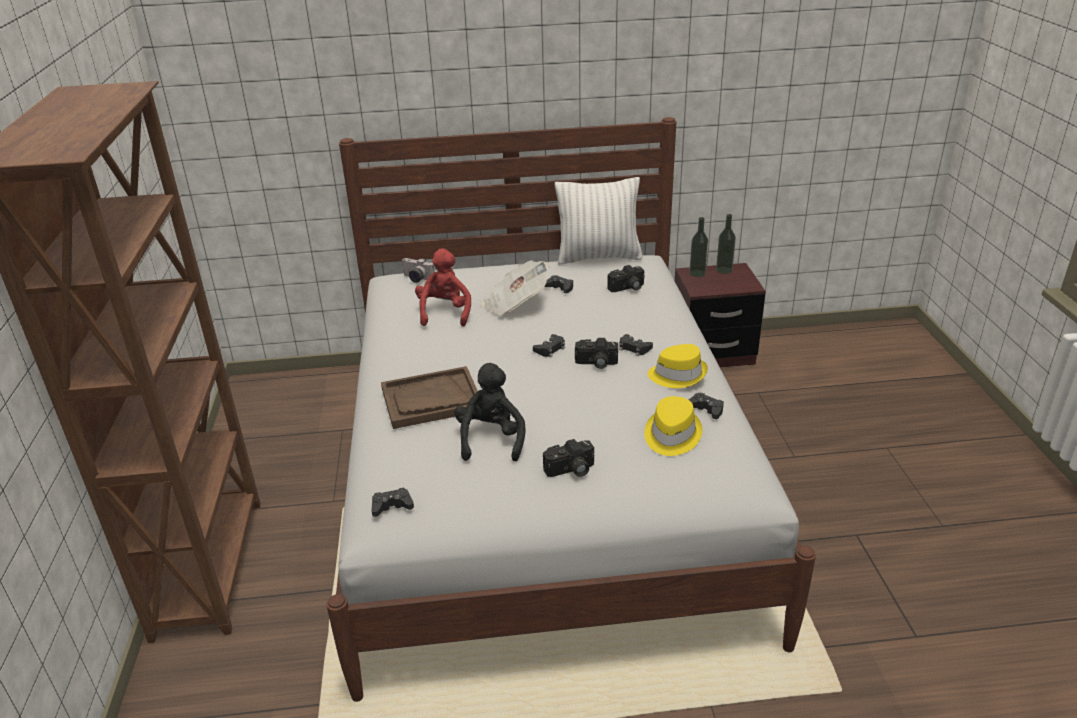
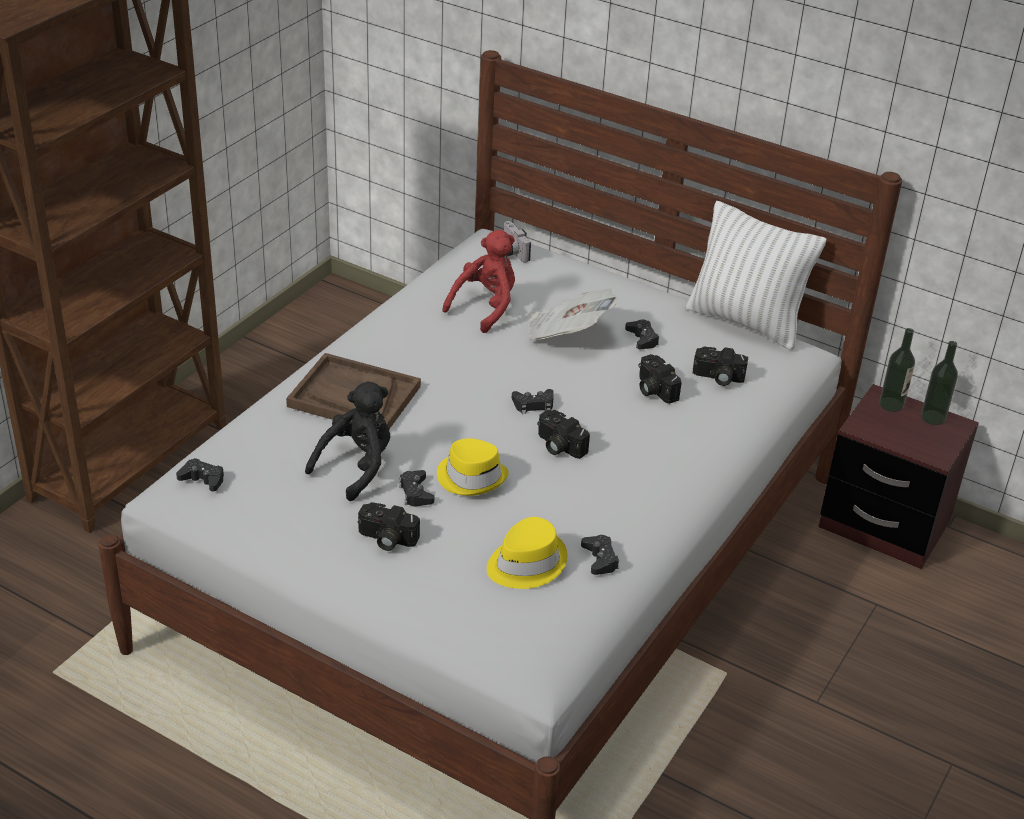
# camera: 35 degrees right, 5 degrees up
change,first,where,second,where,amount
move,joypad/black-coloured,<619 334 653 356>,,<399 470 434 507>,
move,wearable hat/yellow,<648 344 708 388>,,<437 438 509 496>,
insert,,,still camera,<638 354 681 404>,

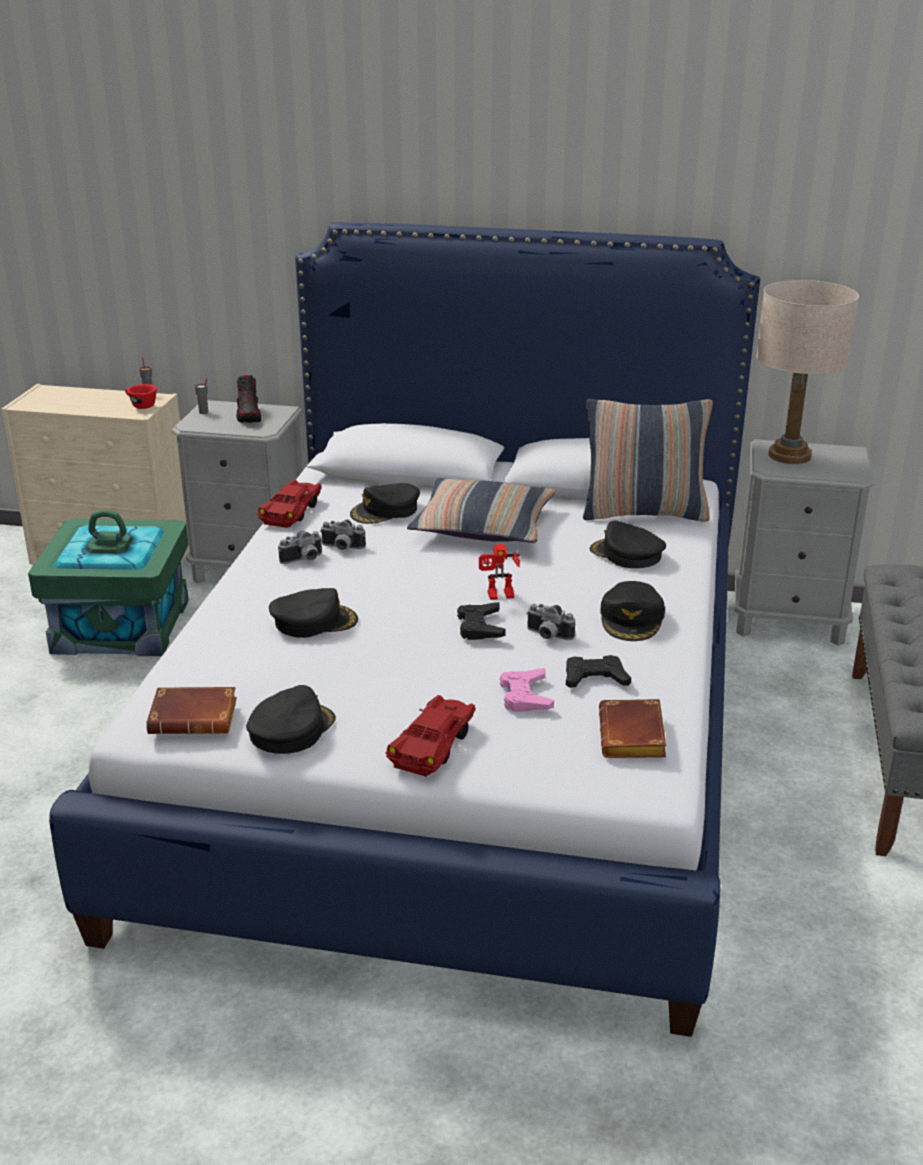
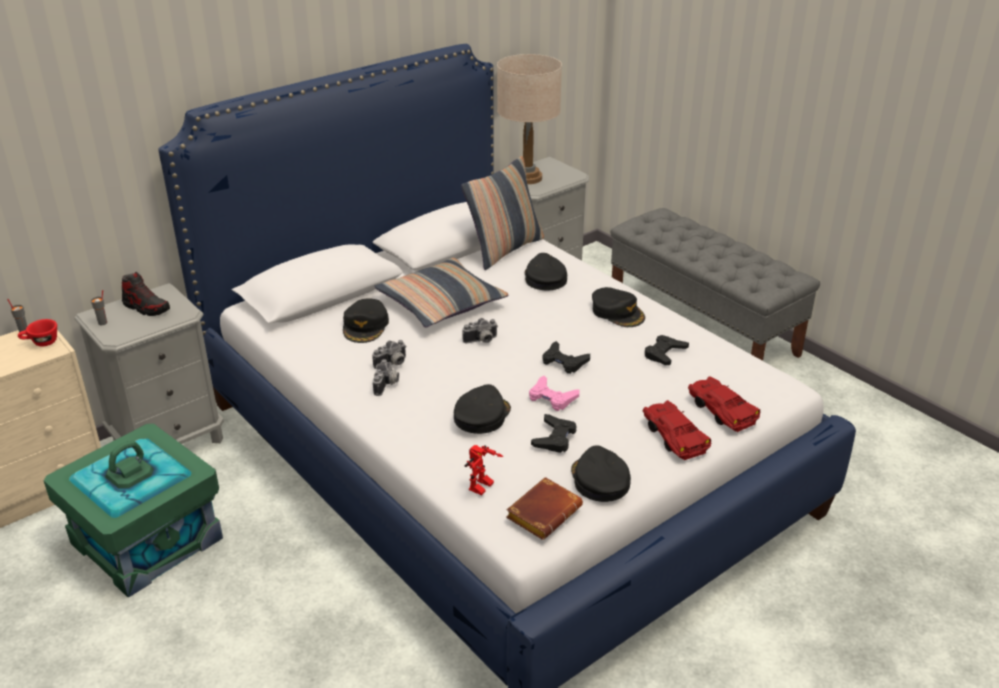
# camera: 50 degrees left, 5 degrees up
change,first,where,second,where,amount
move,model car/red,<257 480 322 528>,,<688 376 760 432>,
rotate,baseball cap/black-coloured,<590 521 666 568>,,<525 253 567 291>,90 degrees clockwise
move,robot figure,<479 544 520 600>,,<465 445 503 495>,
move,still camera,<526 604 575 640>,,<462 318 498 343>,
move,joypad/pinkish,<500 668 554 712>,,<529 376 579 411>,
delete,bound book/brown,<599 699 666 758>,,,
insert,,,joypad/black-coloured,<531 414 577 453>,

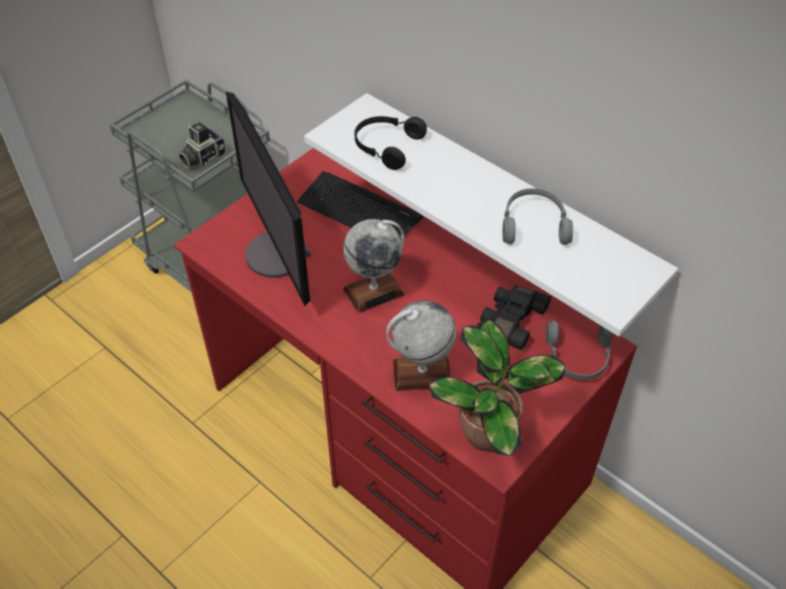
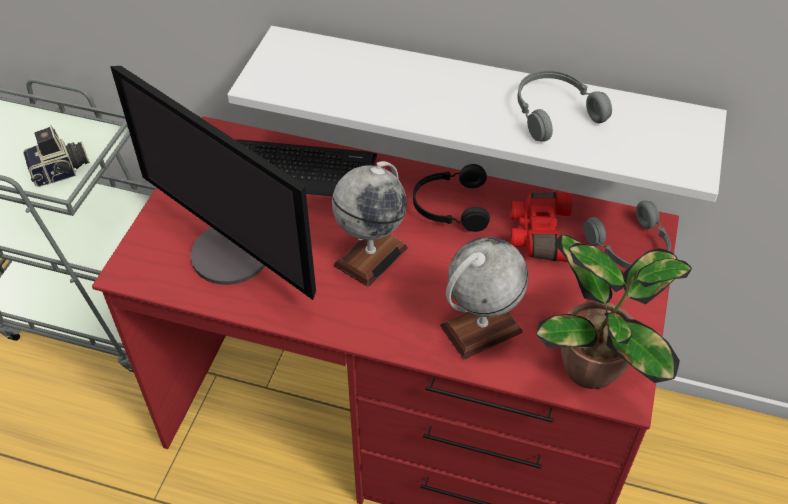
# camera: 25 degrees left, 0 degrees up
change,first,where,second,where,amount
move,headset/black-coloured,<355 116 427 170>,,<413 164 490 232>,
rotate,still camera,<178 122 226 168>,,<23 125 90 187>,135 degrees counterclockwise
recolor,field glasses/black-coloured,<480 285 551 350>,field glasses/red,<511 192 572 262>,

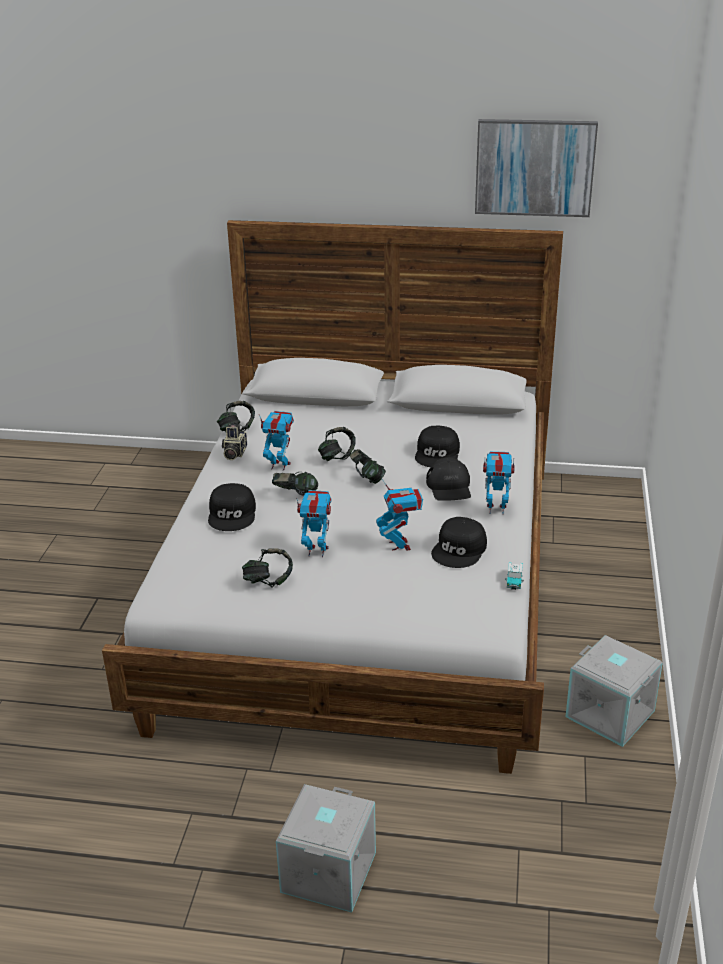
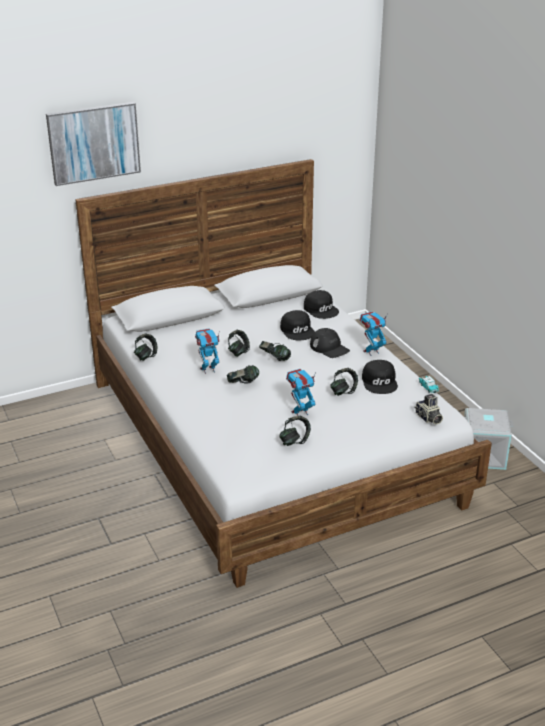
# camera: 35 degrees left, 0 degrees up
change,first,where,second,where,amount
move,wall art,<475 119 598 217>,,<46 102 141 186>,
move,still camera,<222 424 247 460>,,<415 394 443 425>,
replace,robot figure,<376 478 423 550>,headset,<330 368 358 396>,
move,baseball cap/black-coloured,<208 483 256 531>,,<304 290 339 319>,
delete,storage box/gray,<276 784 376 913>,,,

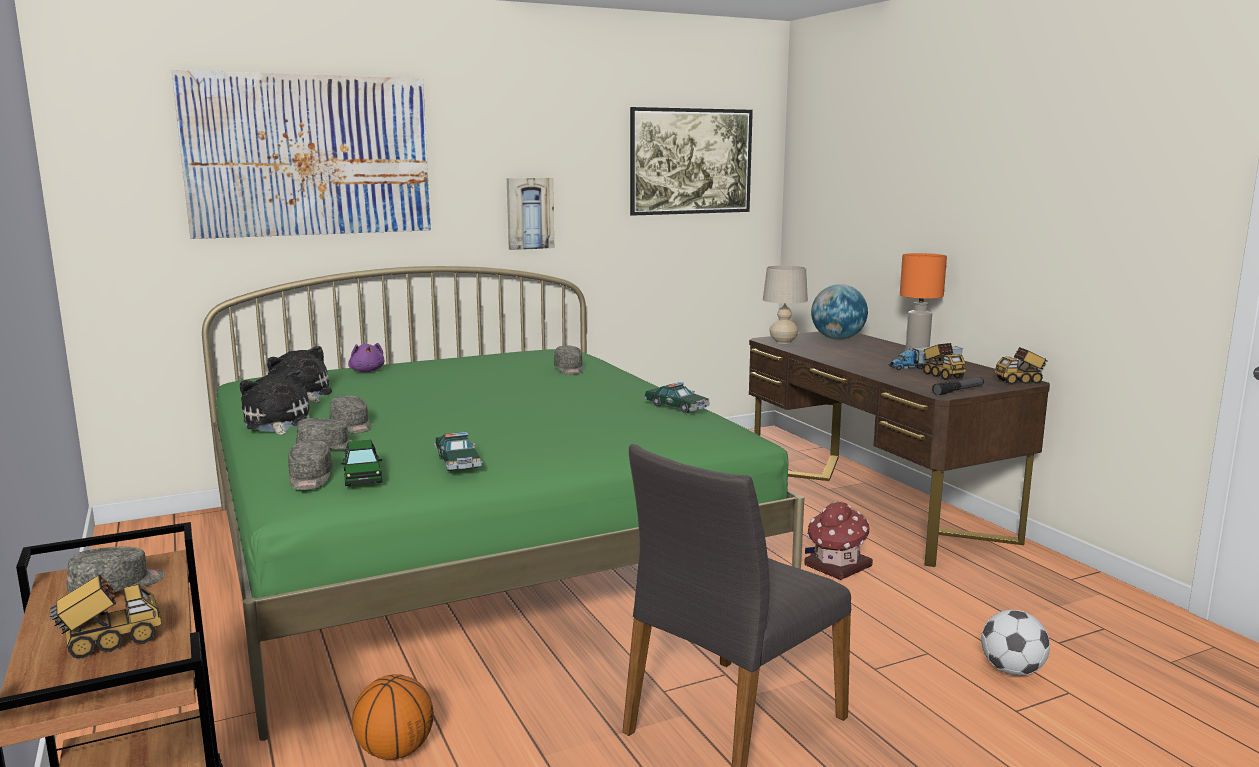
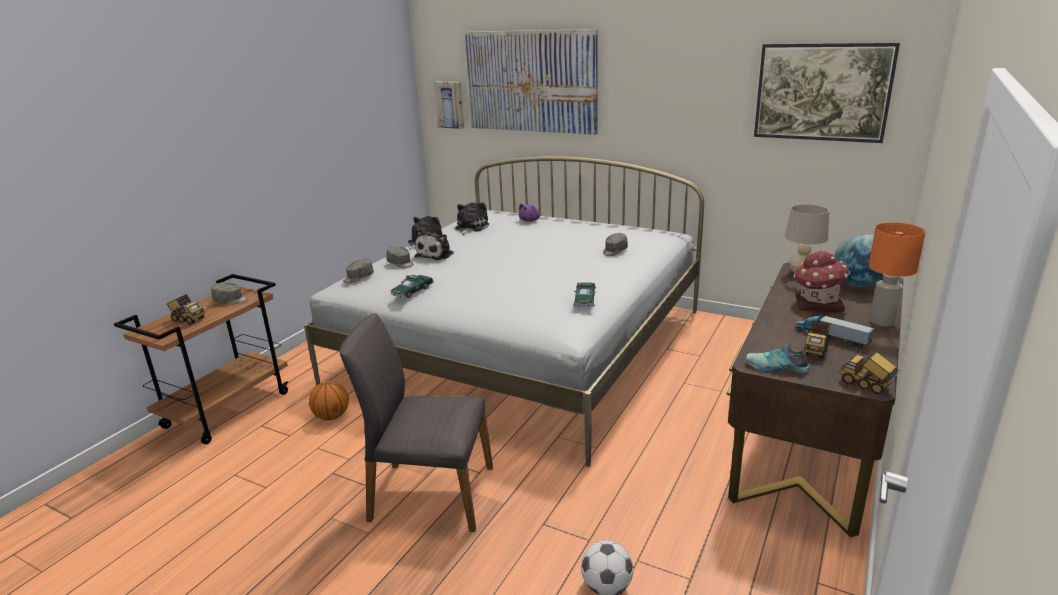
# camera: 55 degrees right, 10 degrees up
change,first,where,second,where,amount
move,wall art,<507 178 554 250>,,<434 82 464 129>,
recolor,bedroom bed/green,<202 266 805 741>,bedroom bed/white,<304 157 704 467>,
replace,torch,<932 377 984 395>,shoe,<746 344 809 374>,
replace,baseball cap/gray,<329 395 371 433>,soft toy,<415 228 454 260>,
delete,model car,<341 440 382 486>,,,
move,miniature house,<804 501 873 580>,,<793 250 850 313>,

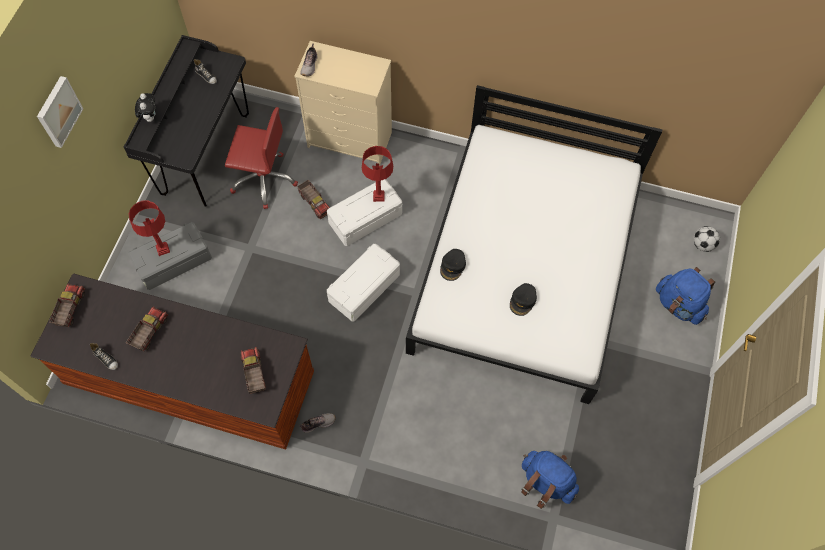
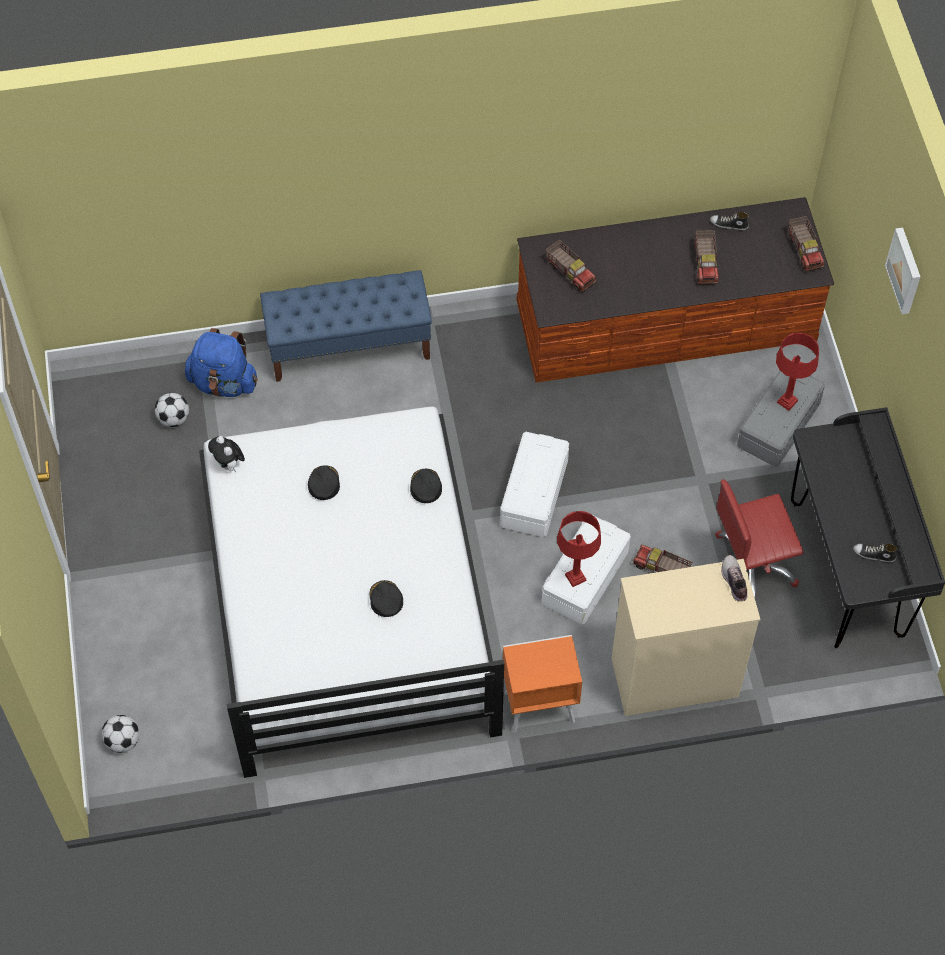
# camera: 155 degrees right, 5 degrees down
change,first,where,second,where,amount
move,soft toy,<135 93 155 122>,,<208 436 245 473>,
delete,backpack/blue,<656 267 715 325>,,,
delete,shoe,<299 413 336 433>,,,
insert,,,bench/blue,<260 270 432 382>,
insert,,,ball for football,<155 393 189 427>,
insert,,,baseball cap/black-coloured,<370 580 403 617>,
insert,,,nightstand/orange-coloured,<503 635 582 733>,

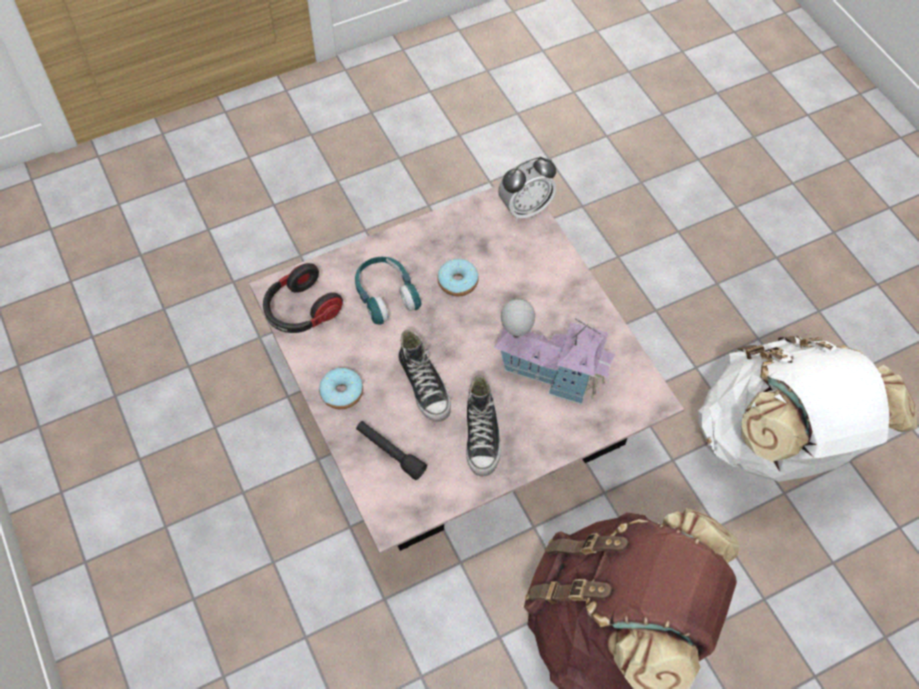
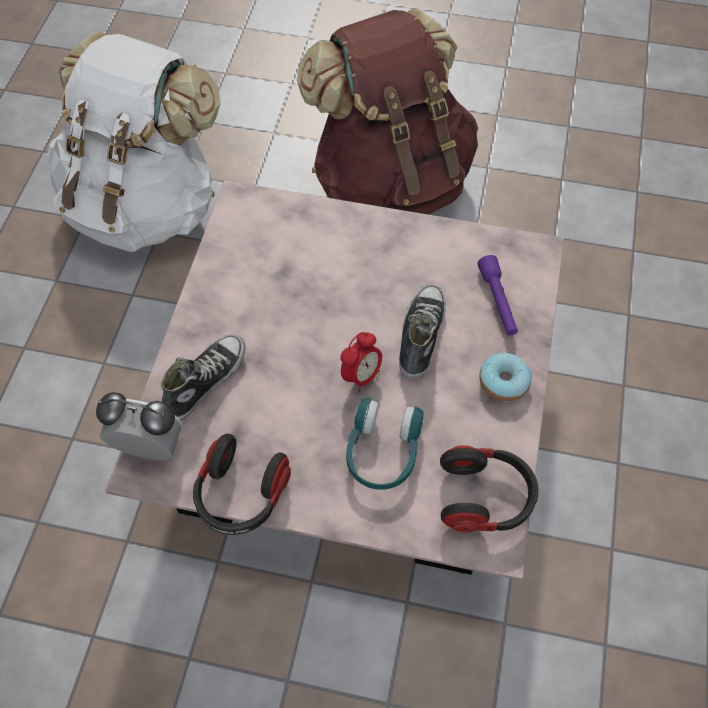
# camera: 140 degrees left, 0 degrees up
change,first,where,second,where,amount
delete,ring doughnut,<437 259 479 296>,,,
delete,miniature house,<494 299 616 405>,,,
move,shoe,<466 376 501 476>,,<161 334 246 420>,
recolor,torch/black-coloured,<356 421 427 480>,torch/purplish,<478 255 518 336>,
insert,,,table clock,<341 332 382 392>,
insert,,,headset,<193 434 291 535>,

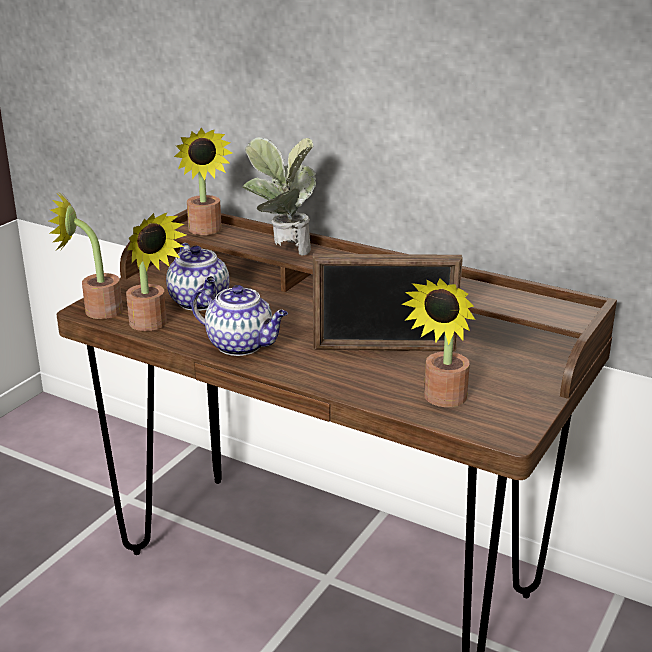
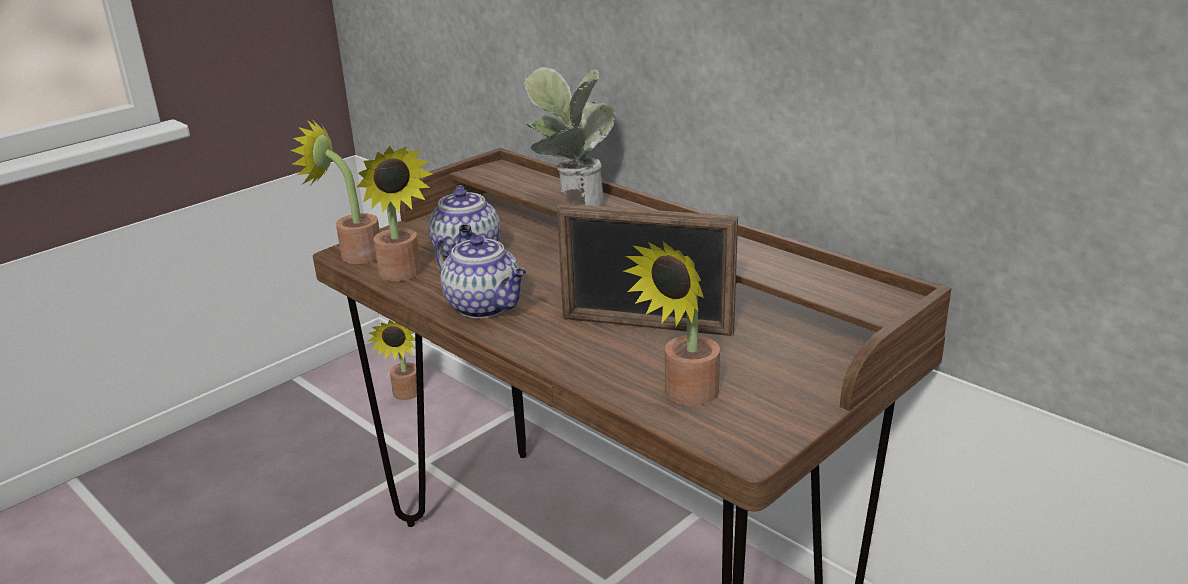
# camera: 15 degrees right, 0 degrees up
change,first,where,second,where,amount
move,plant in a pot,<174 128 232 235>,,<367 320 417 400>,

